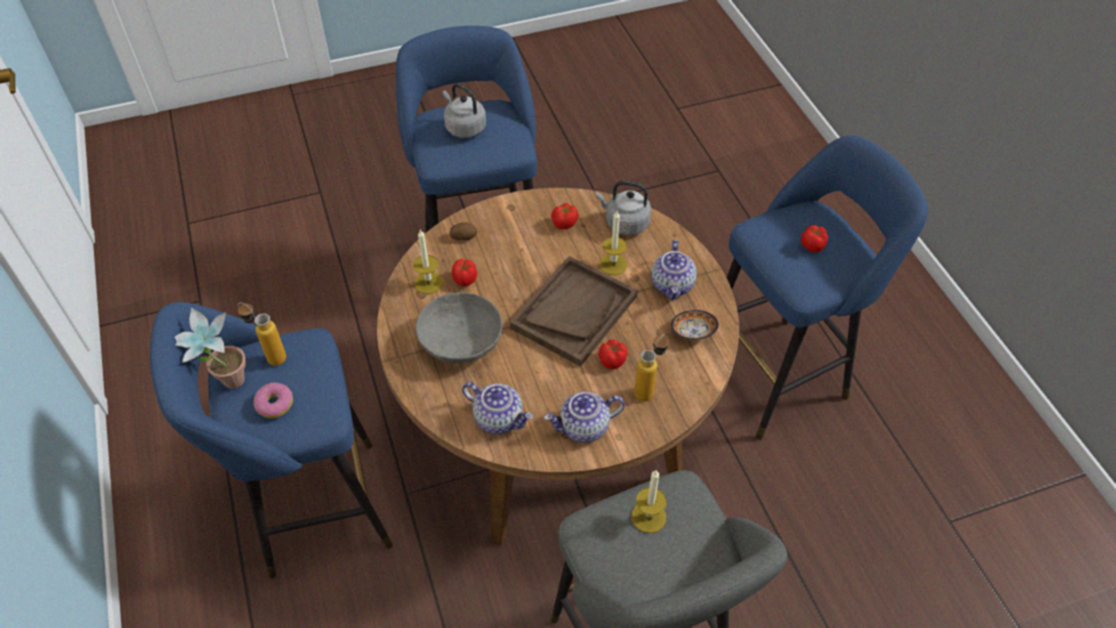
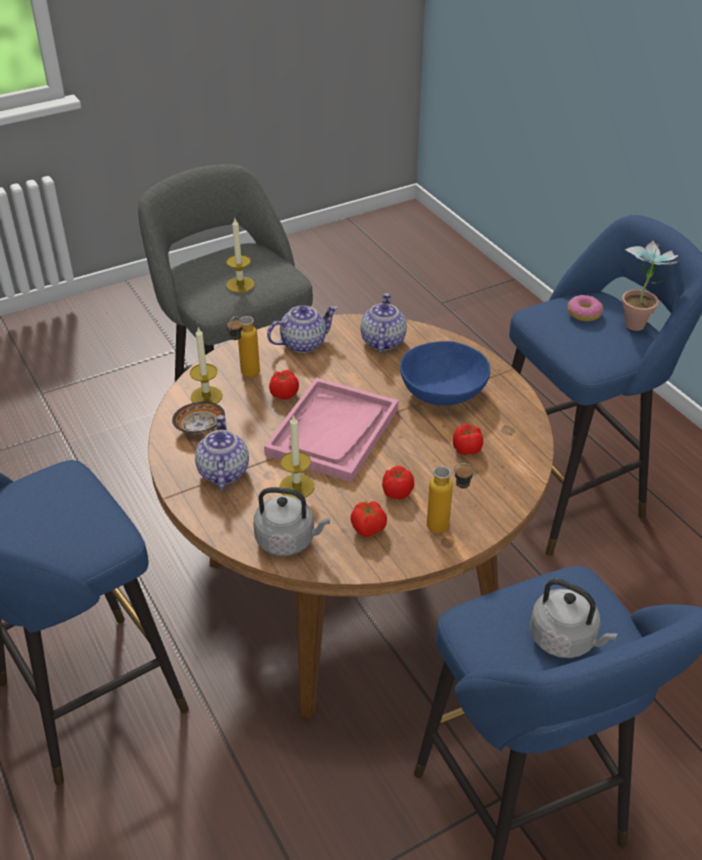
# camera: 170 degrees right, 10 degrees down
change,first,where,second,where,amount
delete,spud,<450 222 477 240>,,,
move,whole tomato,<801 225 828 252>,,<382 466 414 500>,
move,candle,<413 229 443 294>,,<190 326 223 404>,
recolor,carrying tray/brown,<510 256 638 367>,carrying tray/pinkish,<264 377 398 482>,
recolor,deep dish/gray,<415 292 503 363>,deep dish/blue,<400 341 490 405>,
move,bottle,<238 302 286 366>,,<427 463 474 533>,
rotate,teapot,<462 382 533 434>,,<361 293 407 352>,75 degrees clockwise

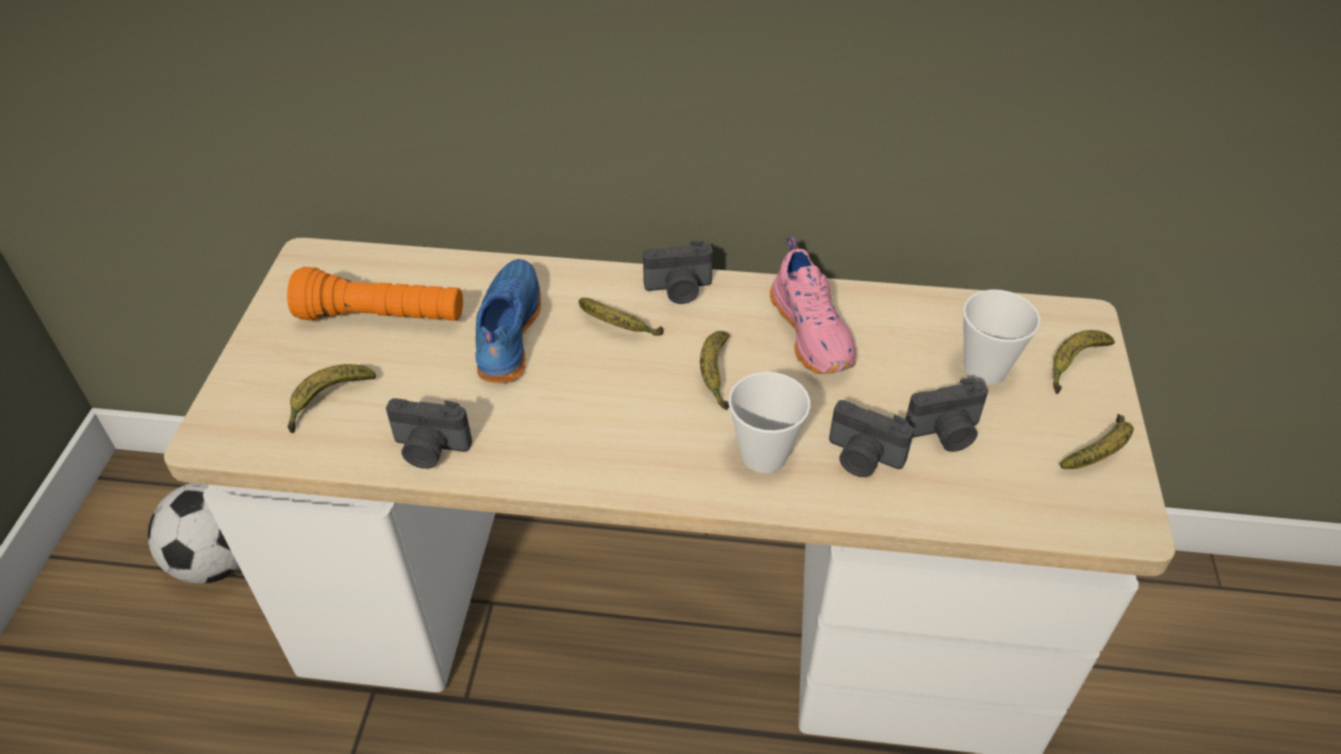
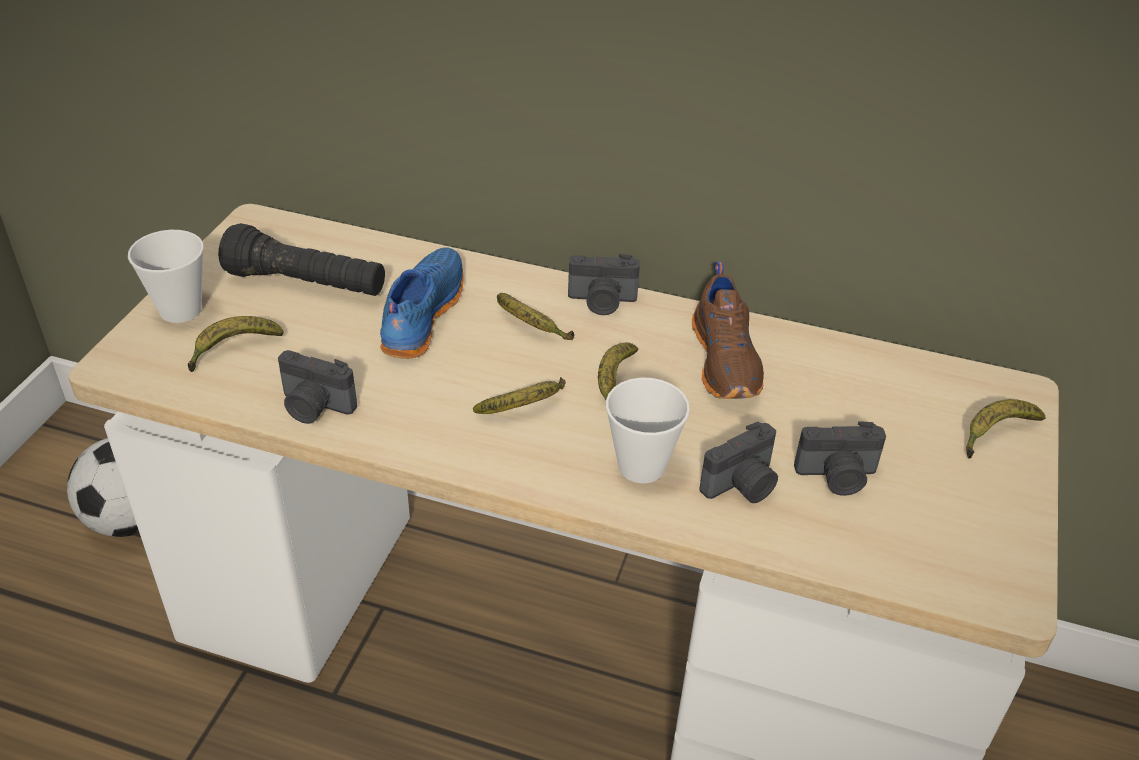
# camera: 10 degrees right, 5 degrees down
change,first,where,second,where,amount
recolor,shoe/pinkish,<770 237 856 374>,shoe/brown,<692 262 764 399>,
recolor,torch/orange-coloured,<287 267 463 321>,torch/black-coloured,<218 223 385 296>,
move,drinking cup,<963 289 1041 385>,,<128 230 204 323>,
rotate,still camera,<829 400 914 477>,,<699 421 778 503>,75 degrees counterclockwise
move,banana,<1060 414 1134 469>,,<473 377 566 414>,

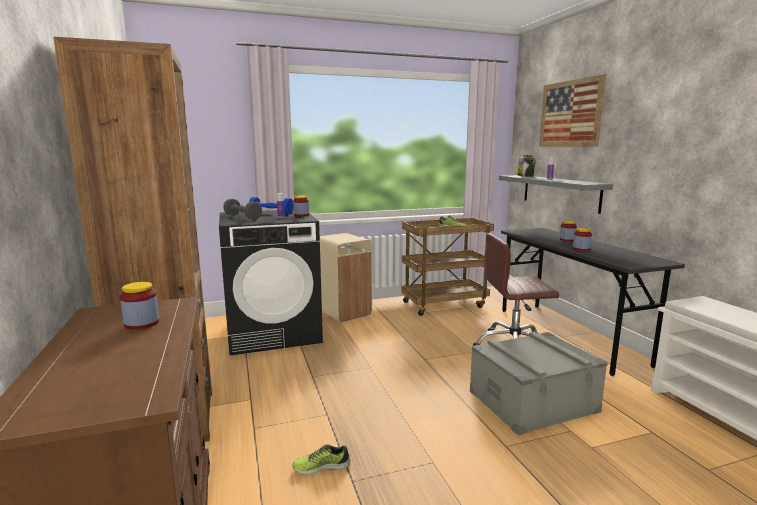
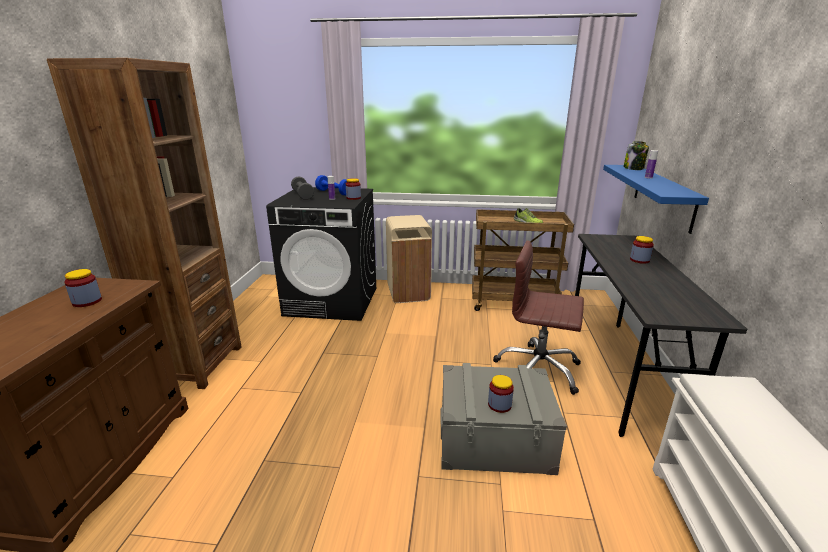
# camera: 25 degrees right, 10 degrees up
change,first,where,second,where,amount
delete,wall art,<539 74 606 147>,,,
recolor,wall shelf/gray,<499 175 613 214>,wall shelf/blue,<603 165 709 234>,
move,jar,<573 228 592 251>,,<488 375 514 413>,
delete,shoe,<292 444 351 475>,,,

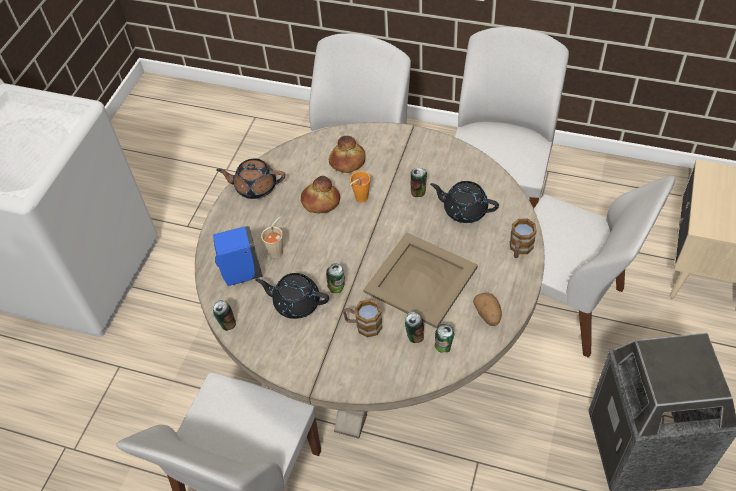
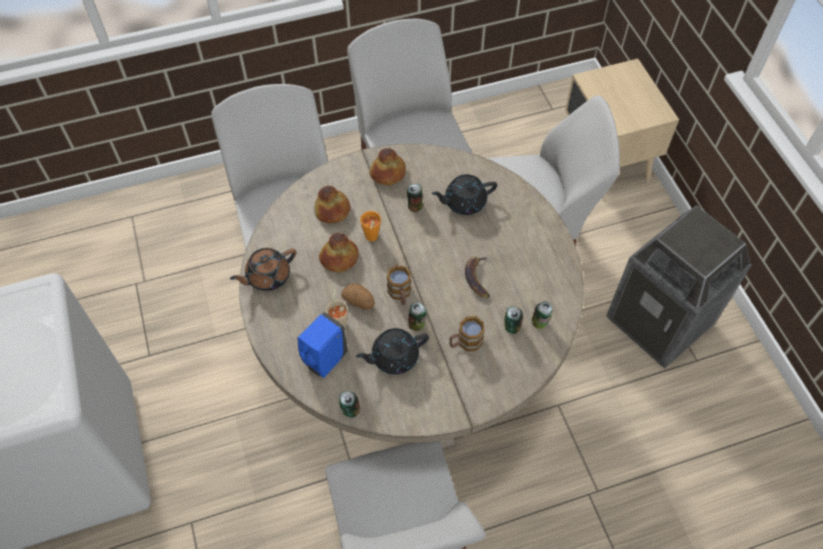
# camera: 40 degrees left, 5 degrees up
change,first,where,second,where,amount
move,mug,<509 219 537 258>,,<387 265 411 305>,
replace,carrying tray/sand-coloured,<363 232 478 328>,banana,<465 257 490 298>,
move,spud,<473 293 502 326>,,<341 283 375 310>,
insert,,,baked bread,<370 148 406 185>,

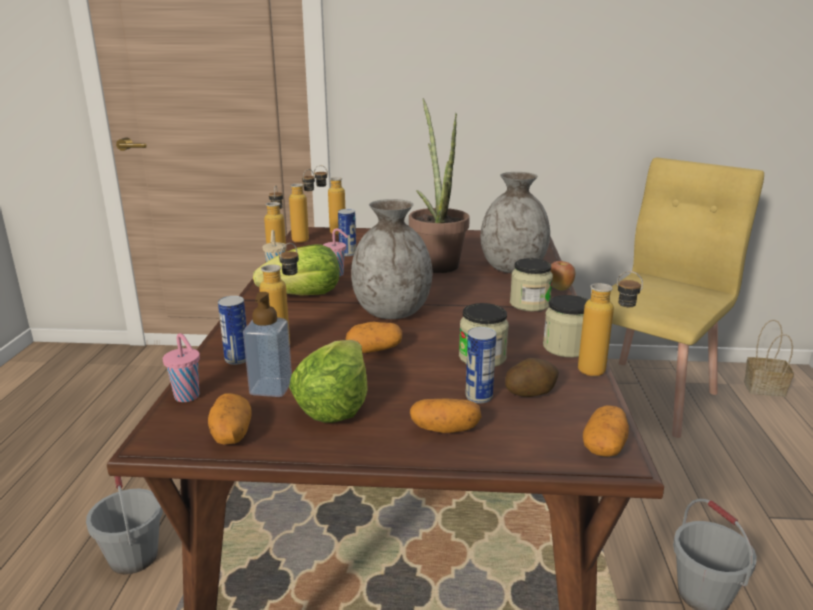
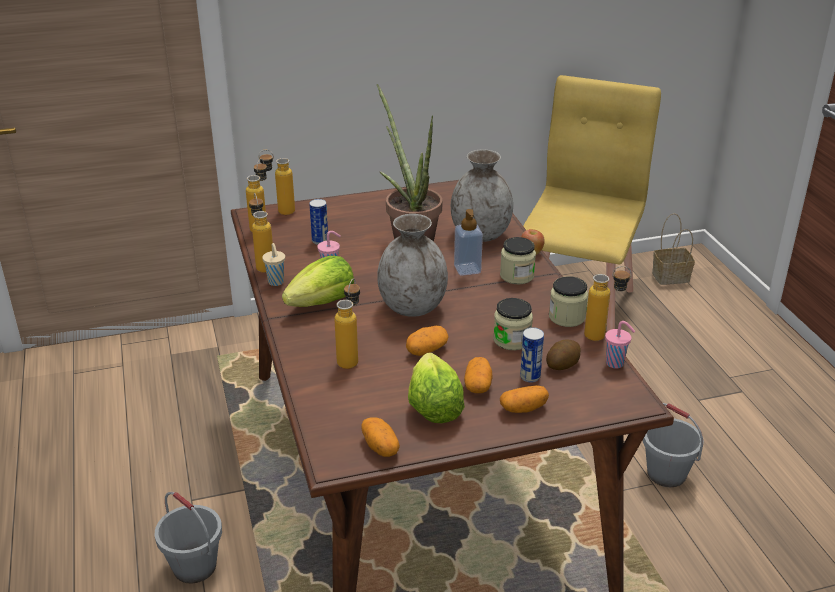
# camera: 20 degrees left, 10 degrees up
change,first,where,second,where,amount
move,soap dispenser,<243 292 292 397>,,<454 209 483 276>,
delete,can,<218 296 247 365>,,,
move,drinking cup/pinkish,<163 333 200 402>,,<605 321 635 368>,
move,spud,<583 405 629 457>,,<464 357 492 393>,

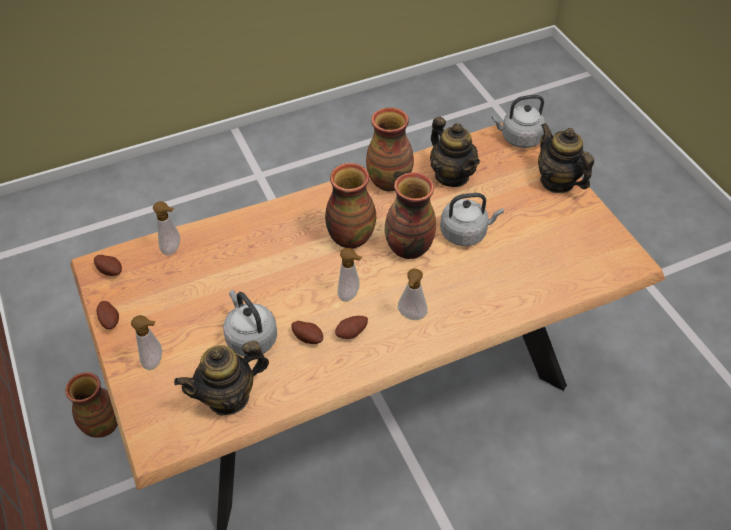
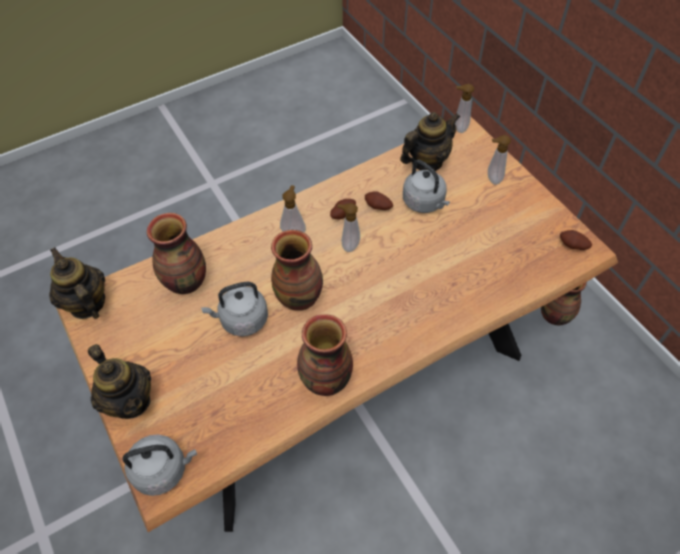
# camera: 175 degrees right, 5 degrees up
change,first,where,second,where,amount
move,teapot,<430 117 480 187>,,<49 247 105 319>,
move,decorative vase,<325 163 376 249>,,<147 213 206 294>,
move,soap dispenser,<153 202 180 255>,,<455 84 474 133>,
delete,spud,<97 301 119 329>,,,

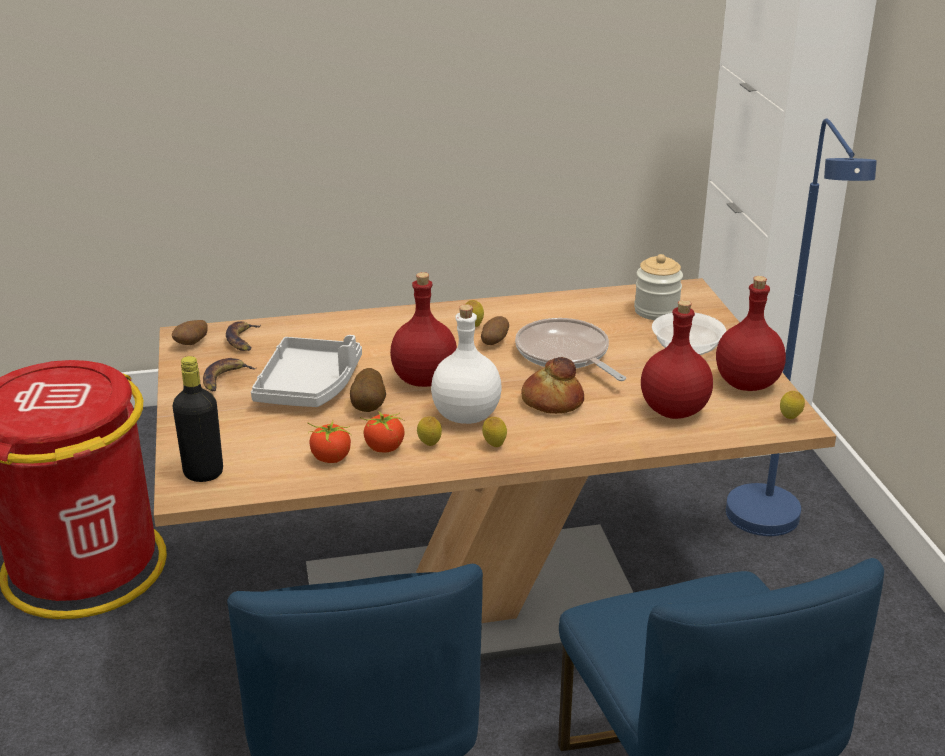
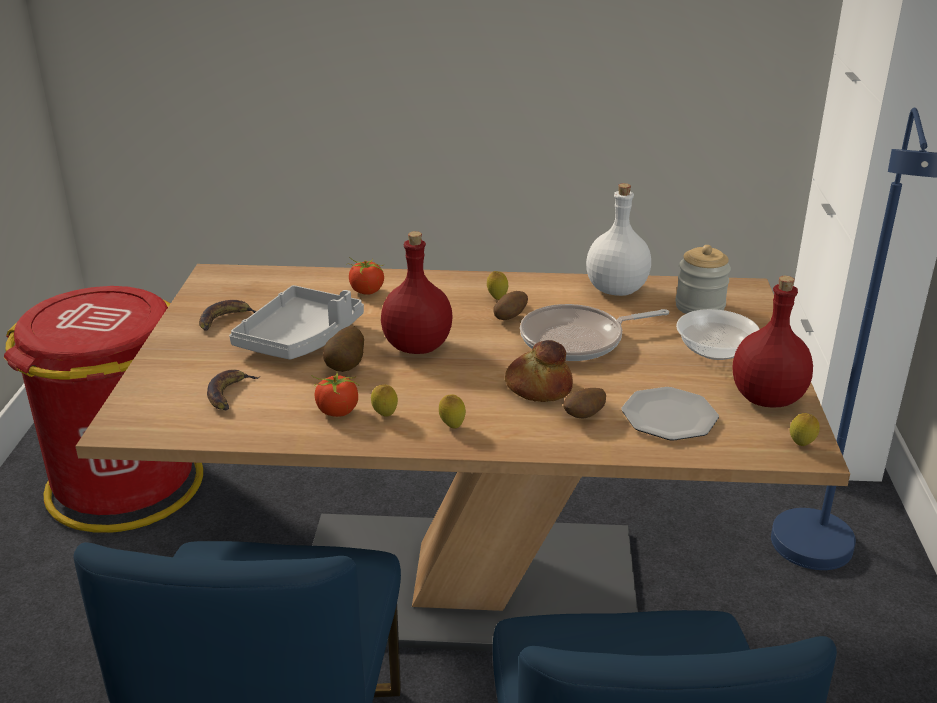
# camera: 15 degrees right, 0 degrees up
change,first,where,second,where,amount
replace,bottle/red,<641 300 713 419>,dinner plate,<621 387 719 441>,
move,bottle/white,<431 304 502 424>,,<586 183 651 296>,
rotate,frying pan,<515 318 626 381>,,<520 304 669 361>,90 degrees counterclockwise
move,spud,<172 320 208 345>,,<563 388 606 418>,
move,banana,<226 321 261 351>,,<207 369 260 410>,
delete,bottle/black-coloured,<172 356 223 482>,,,
move,whole tomato,<308 420 351 463>,,<346 257 384 295>,

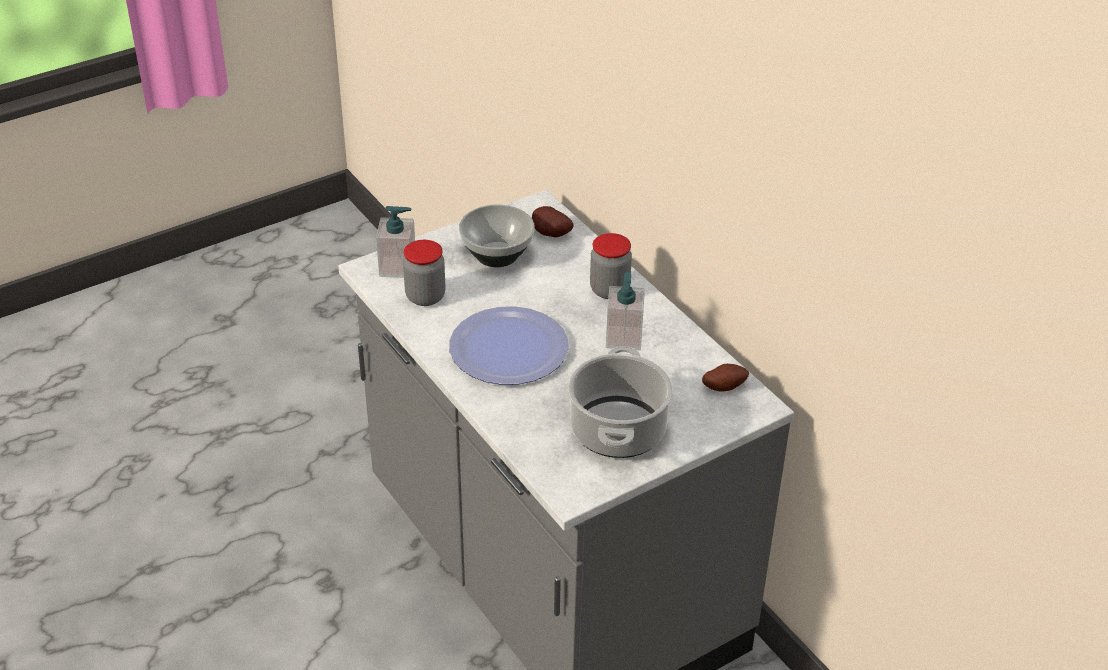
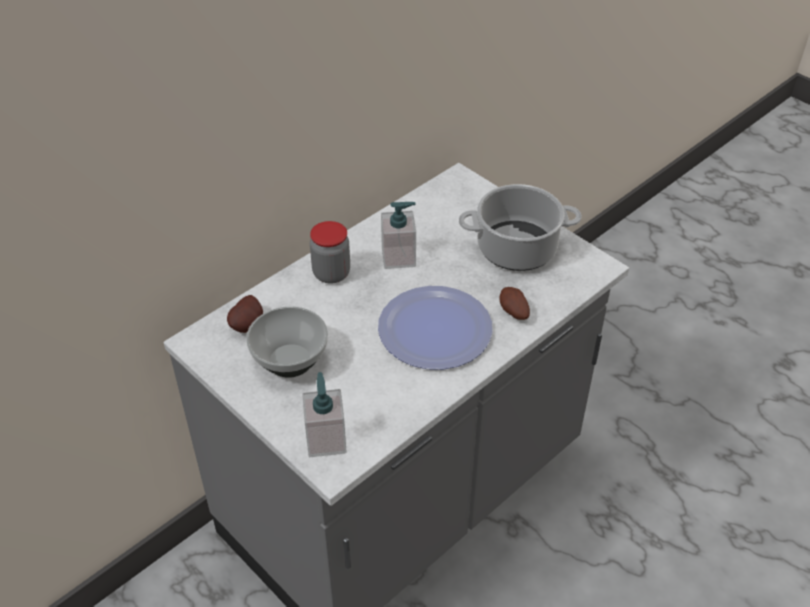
# camera: 100 degrees left, 5 degrees up
change,first,where,second,where,amount
delete,jar,<403 240 446 306>,,,
move,spud,<702 364 749 391>,,<499 287 530 320>,

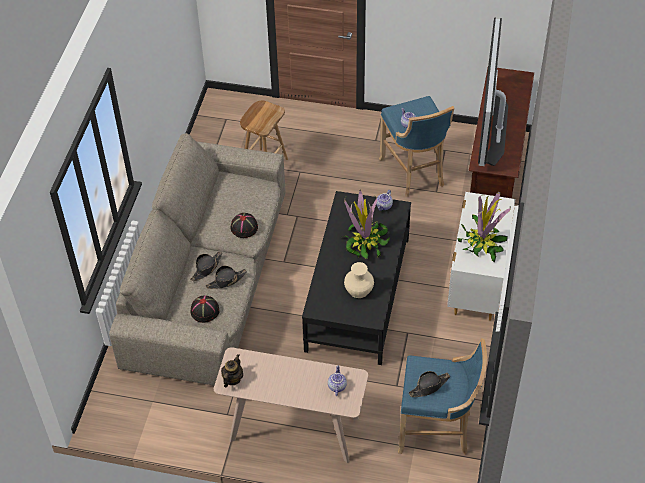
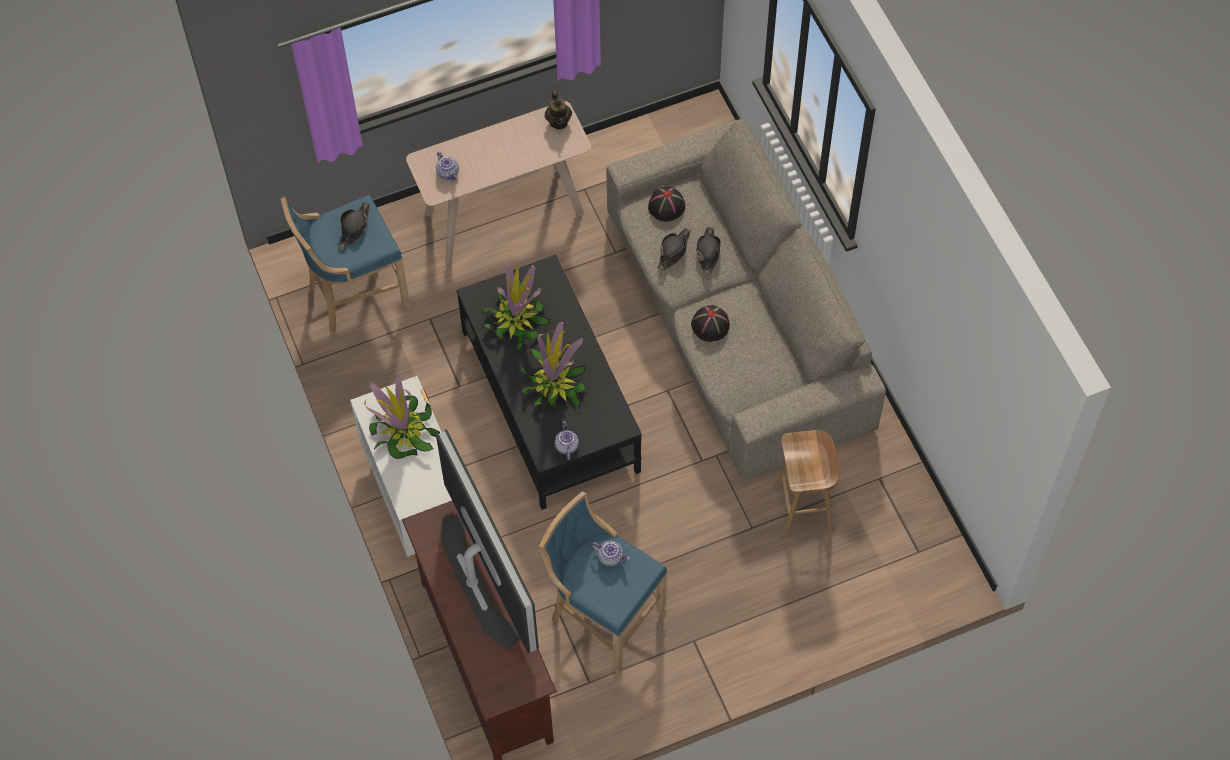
# camera: 145 degrees right, 10 degrees up
change,first,where,second,where,amount
replace,decorative vase/sand-coloured,<344 262 374 298>,plant in a pot,<482 264 550 351>,

